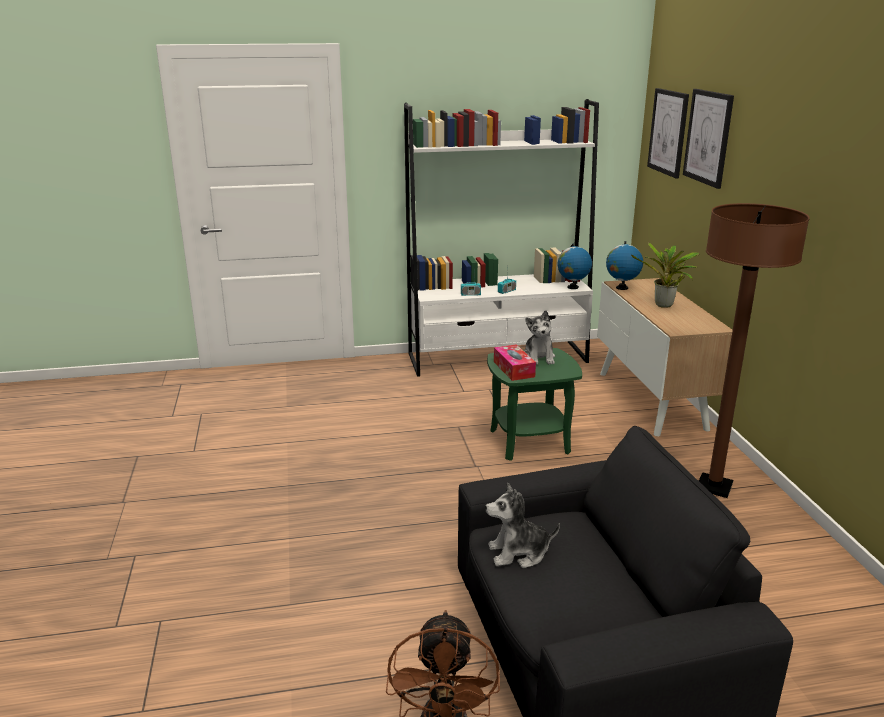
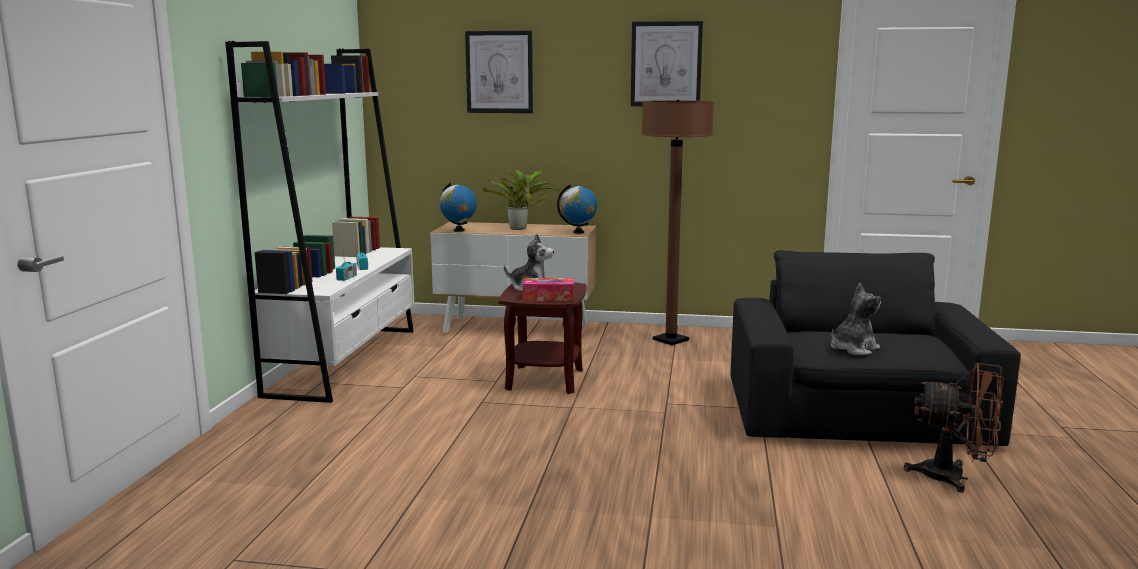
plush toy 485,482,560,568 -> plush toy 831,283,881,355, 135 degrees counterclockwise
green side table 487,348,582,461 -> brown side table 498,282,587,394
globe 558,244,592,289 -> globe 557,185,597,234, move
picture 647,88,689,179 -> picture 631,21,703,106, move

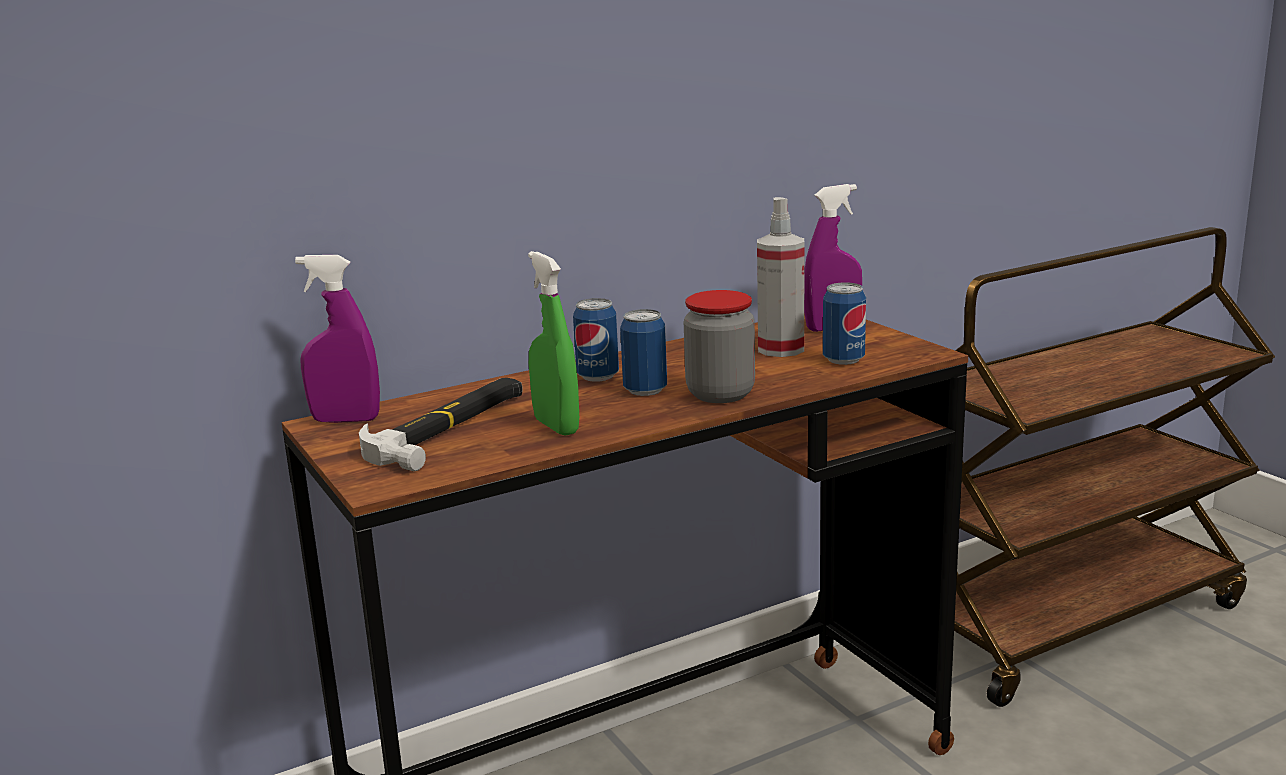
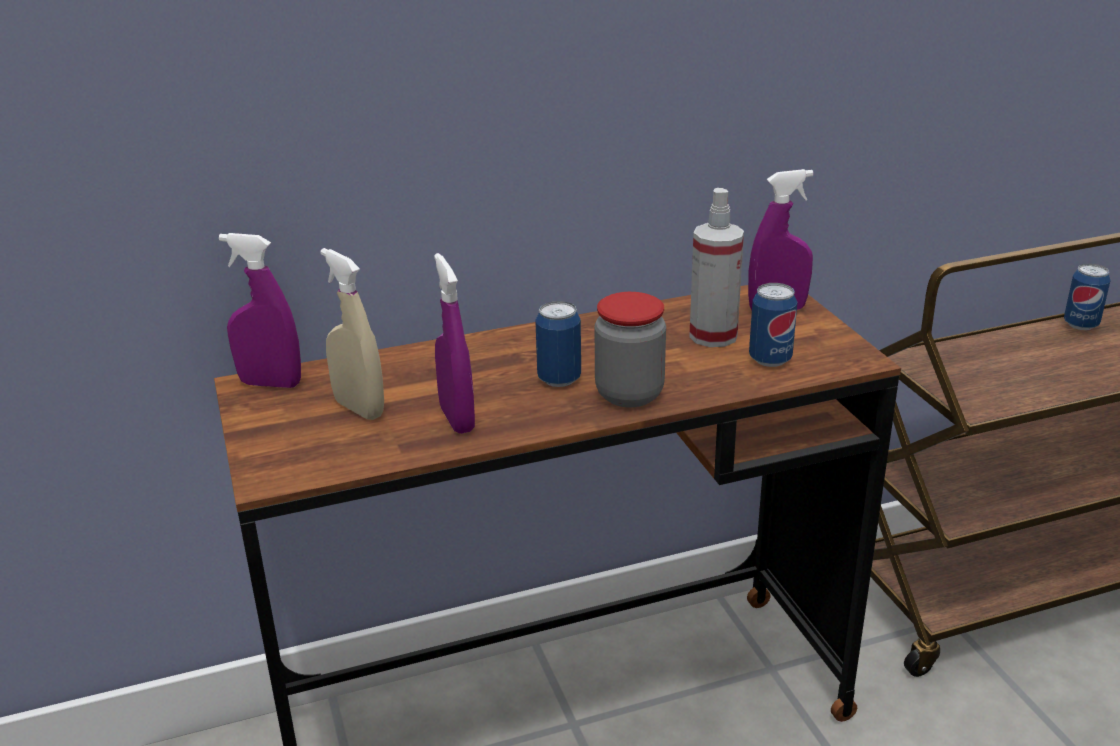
hammer 359,378,523,471 -> beige spray bottle 320,248,384,420
green spray bottle 528,251,579,436 -> purple spray bottle 434,253,475,434
can 573,298,619,382 -> can 1064,264,1111,330, move

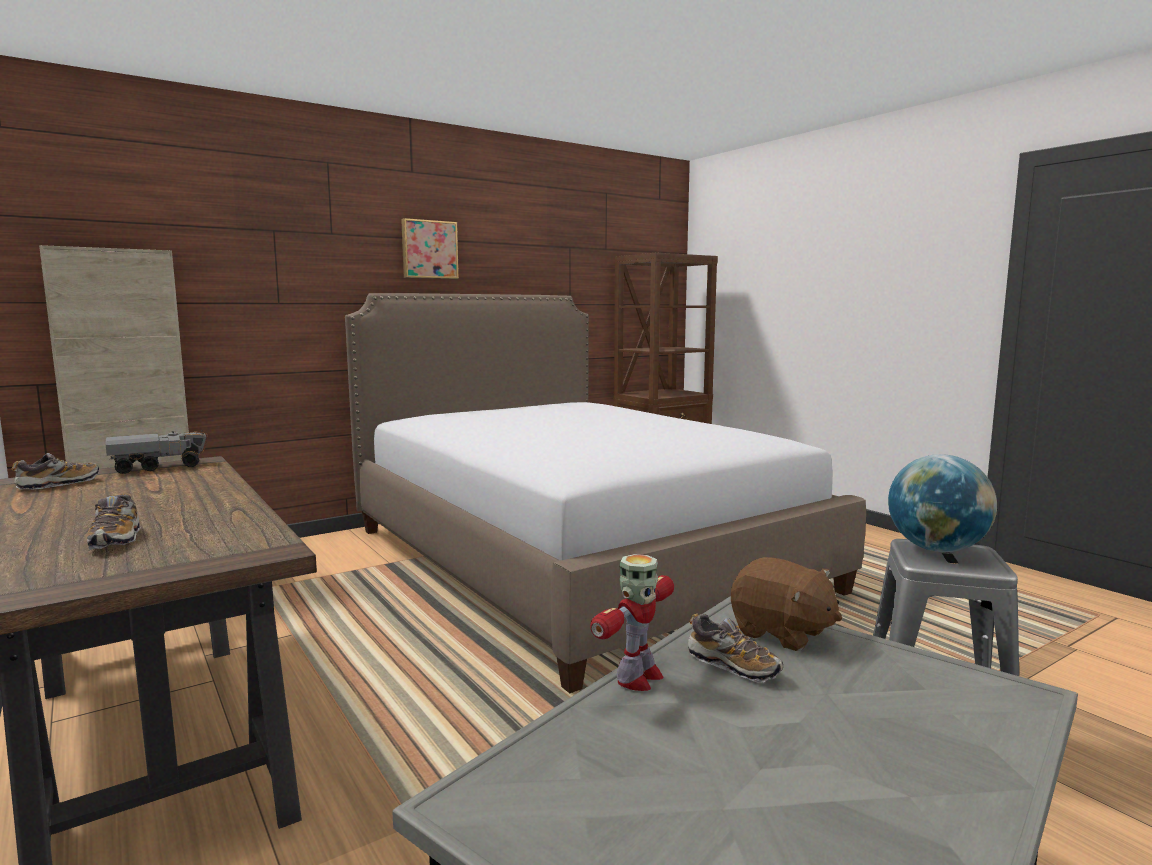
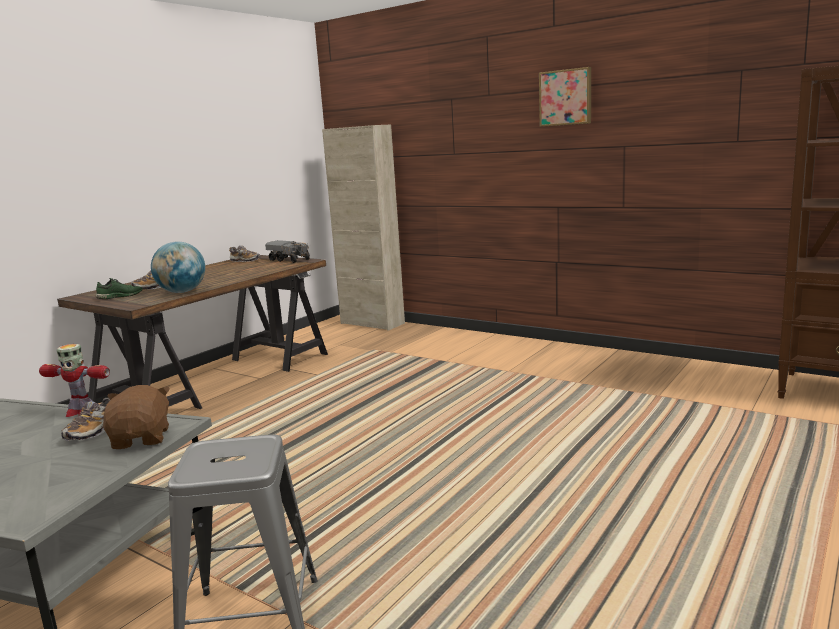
bed 345,293,866,693 -> none
brown plush toy 731,557,842,651 -> brown plush toy 103,385,170,449, 150 degrees clockwise
globe 888,454,997,552 -> globe 151,242,205,293, move
none -> green shoe 96,278,143,299

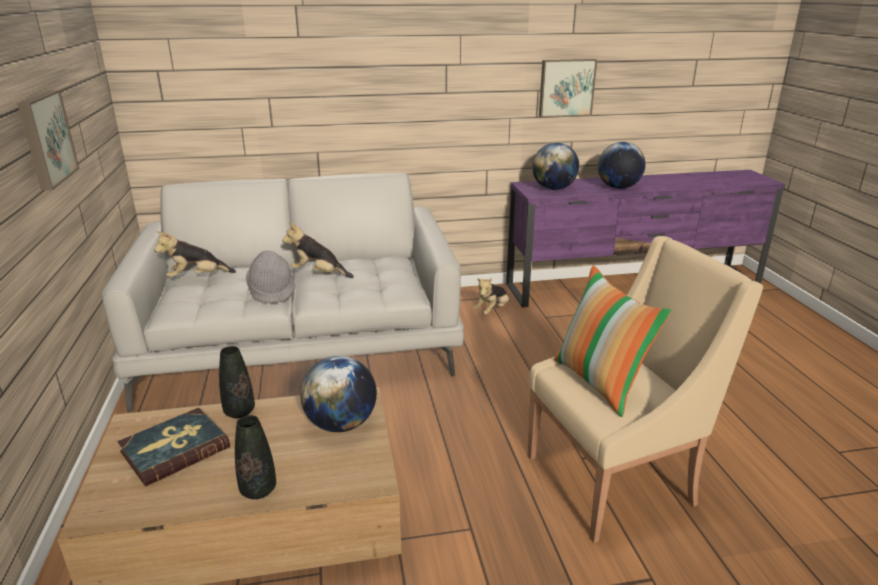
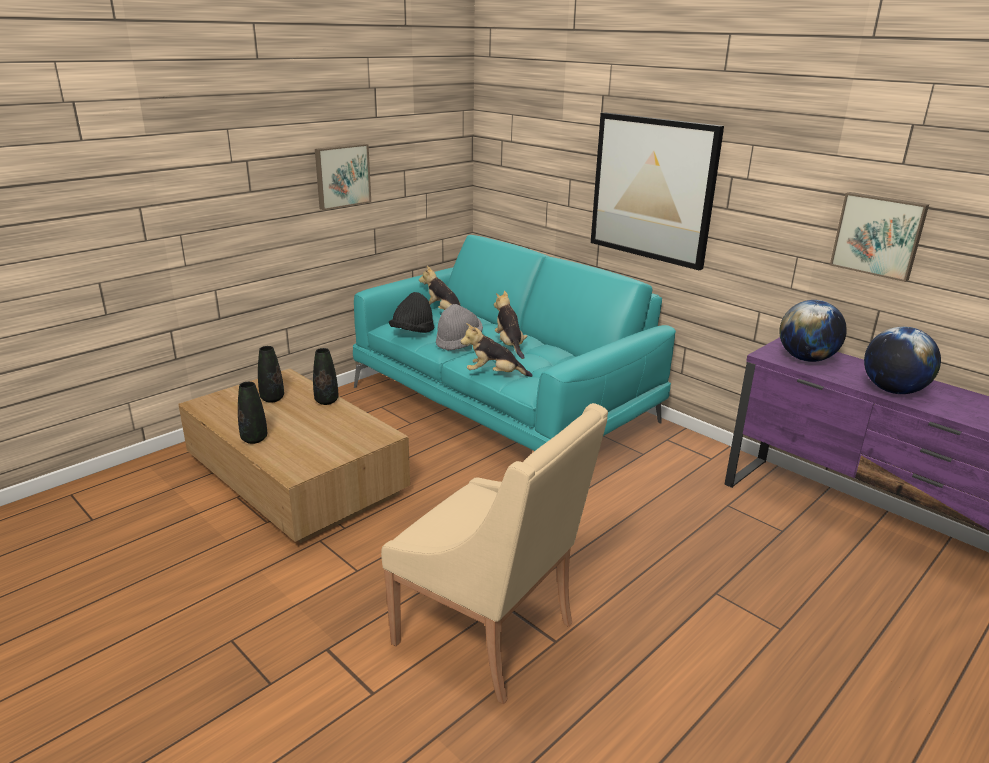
grey sofa 102,173,464,413 -> turquoise sofa 353,235,676,451
book 117,408,230,487 -> black vase 258,346,284,403
globe 300,356,377,432 -> none
plush toy 473,278,510,315 -> plush toy 460,323,532,377, move
pillow 554,265,672,417 -> none
none -> black hat 389,292,434,333
none -> picture 591,113,724,271

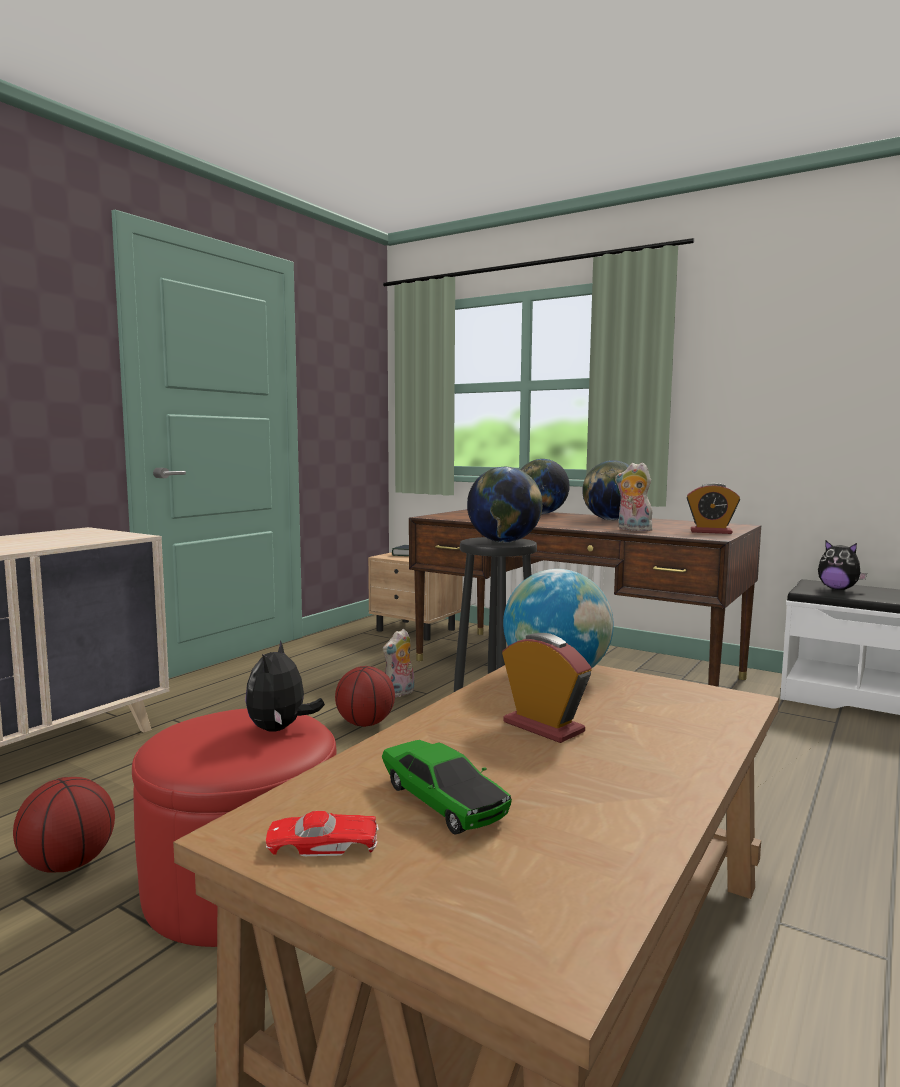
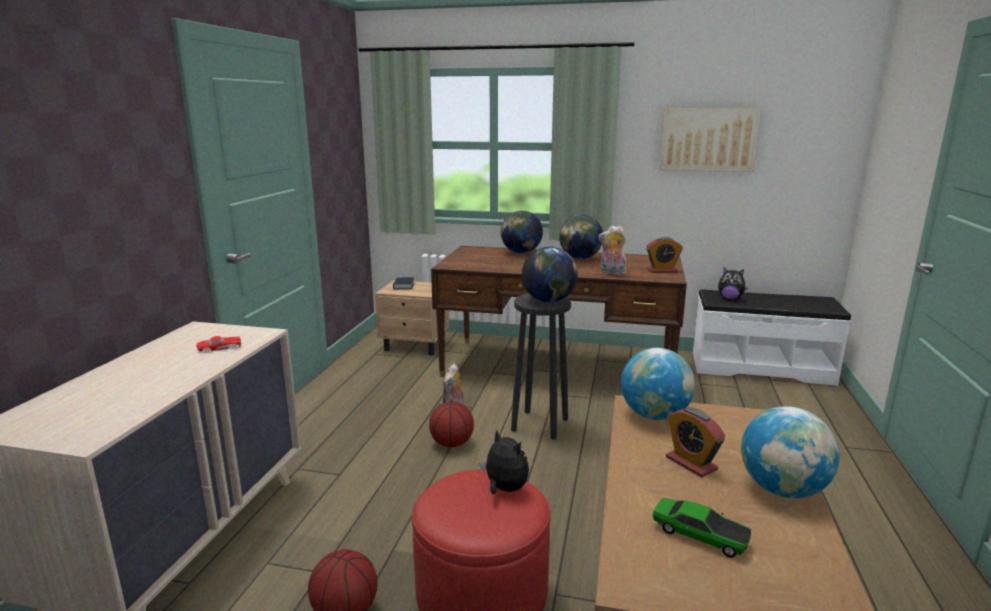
plush toy 245,640,325,732 -> plush toy 479,429,529,494, 150 degrees clockwise
red toy car 266,811,379,856 -> red toy car 196,336,242,352, move
alarm clock 502,633,592,743 -> alarm clock 666,407,725,478, 150 degrees counterclockwise
none -> picture 659,108,761,172
none -> globe 741,406,840,498

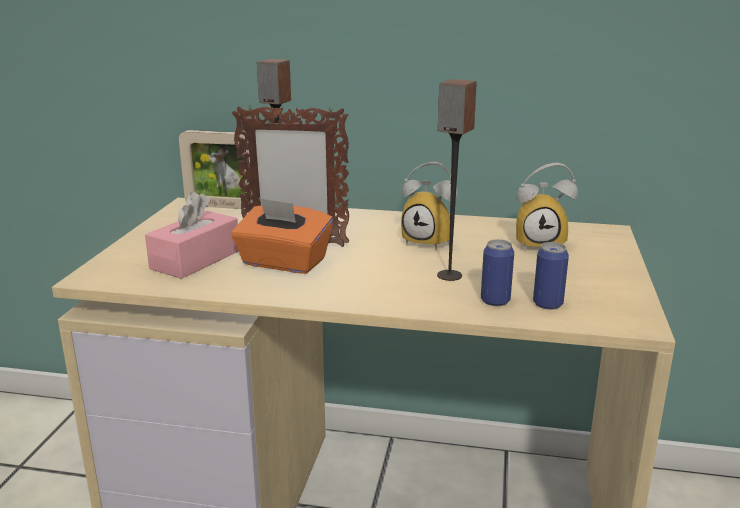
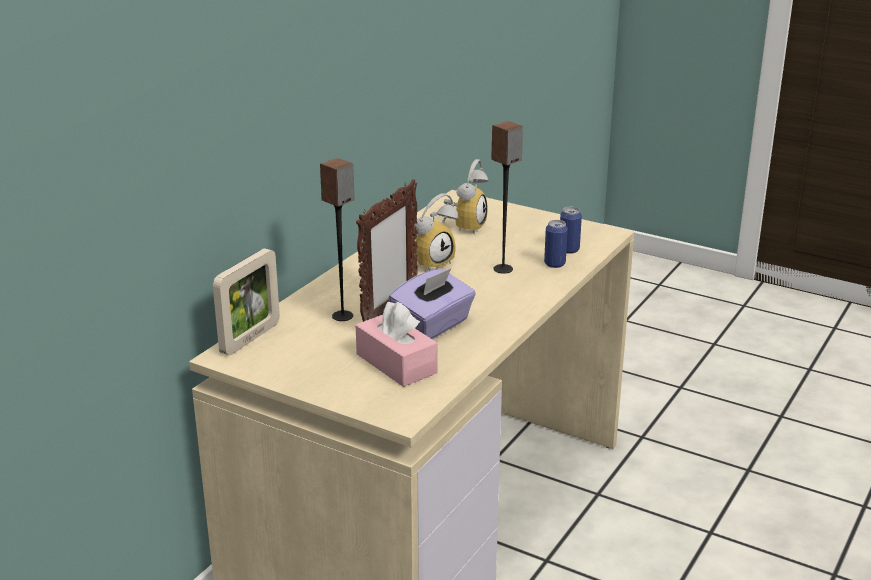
orange tissue box 231,198,333,274 -> purple tissue box 389,268,476,339

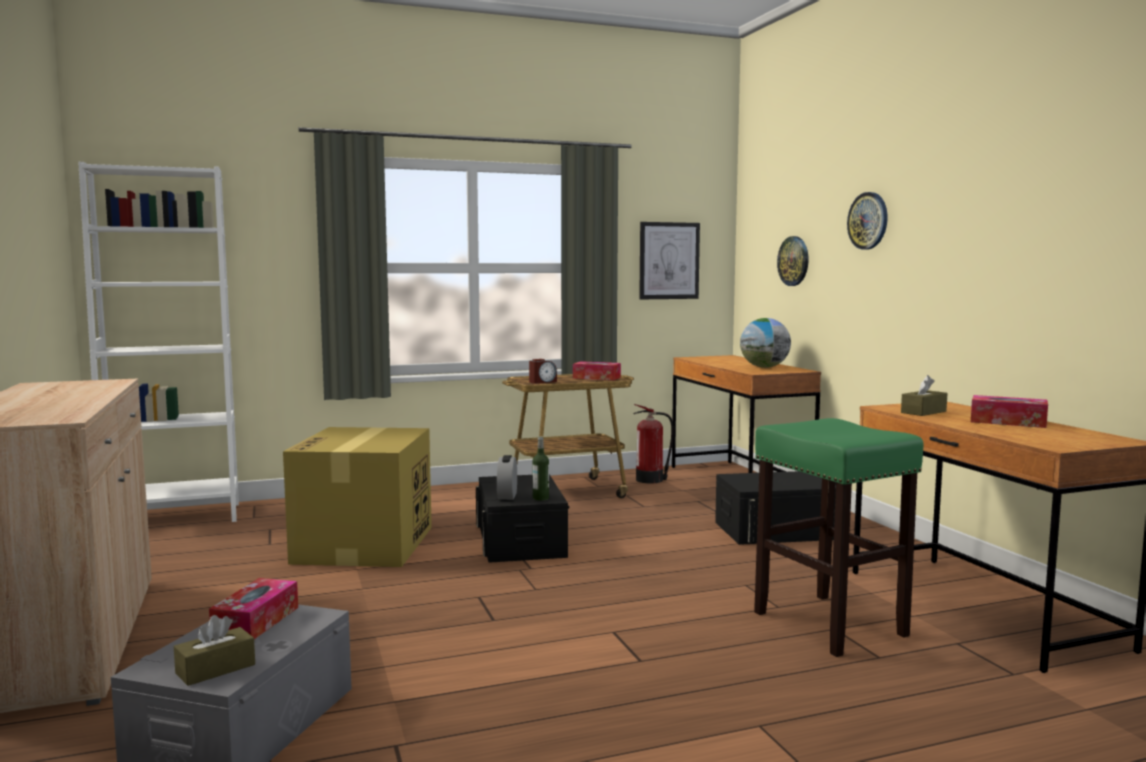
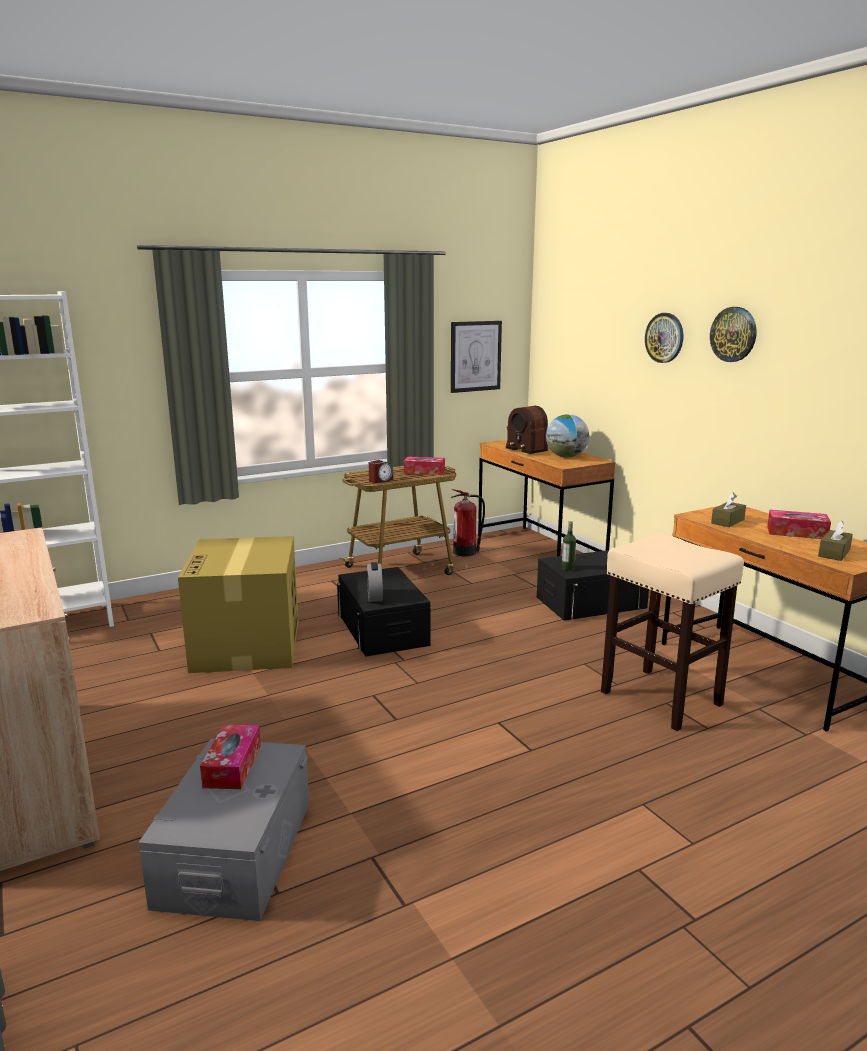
brown tissue box 174,615,255,686 -> brown tissue box 818,521,853,561, move
bottle 533,436,549,501 -> bottle 562,521,576,571, move
green stool 754,418,924,657 -> beige stool 601,533,744,731
wall clock 777,236,809,286 -> wall clock 710,307,757,362, move
none -> radio 505,406,548,454

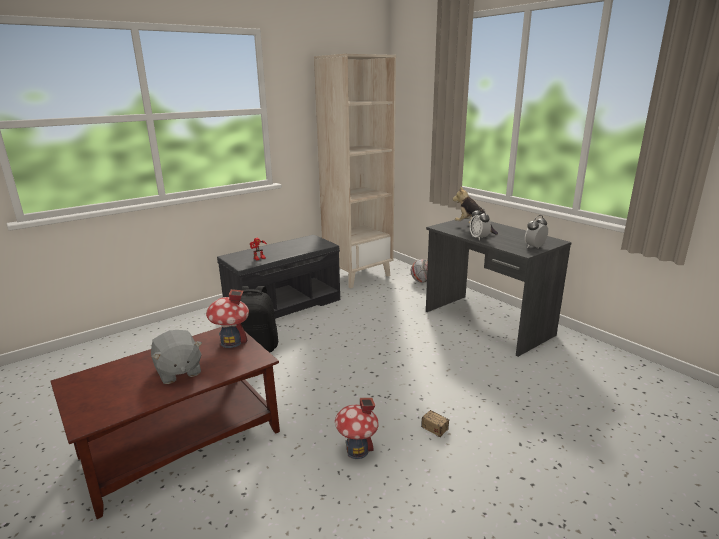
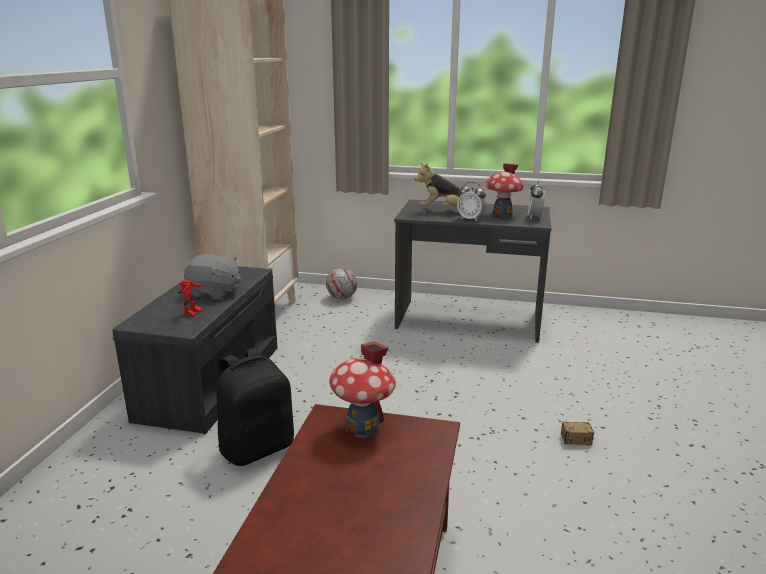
grey plush toy 151,330,202,384 -> grey plush toy 184,254,241,300, move
toy house 335,398,379,459 -> toy house 486,163,524,217, move

